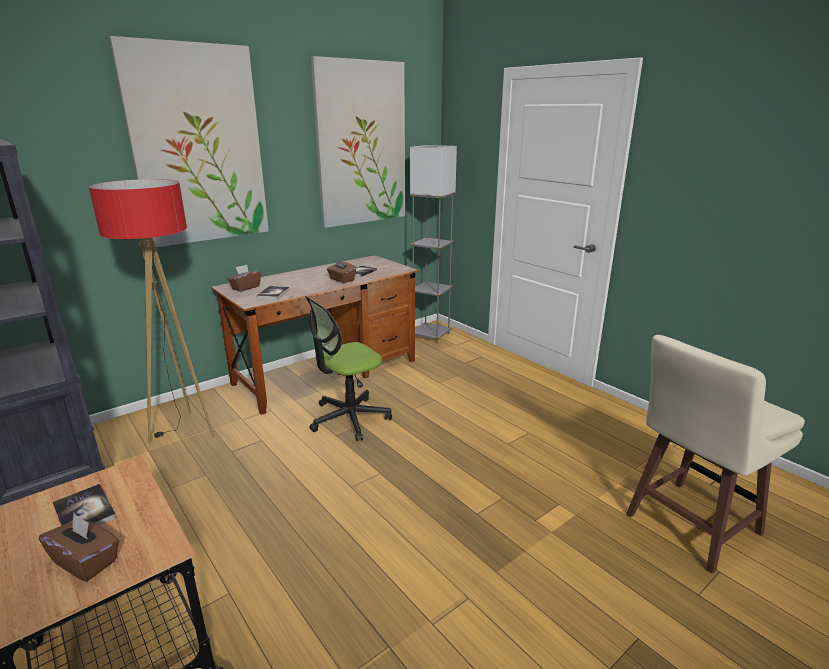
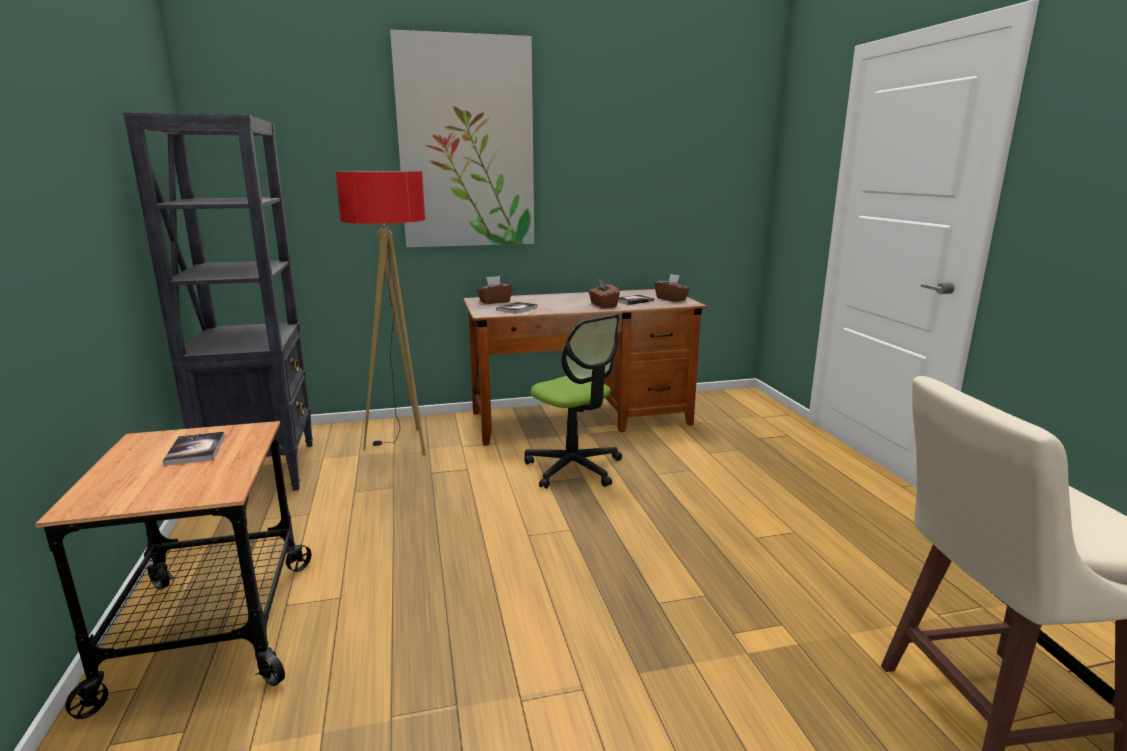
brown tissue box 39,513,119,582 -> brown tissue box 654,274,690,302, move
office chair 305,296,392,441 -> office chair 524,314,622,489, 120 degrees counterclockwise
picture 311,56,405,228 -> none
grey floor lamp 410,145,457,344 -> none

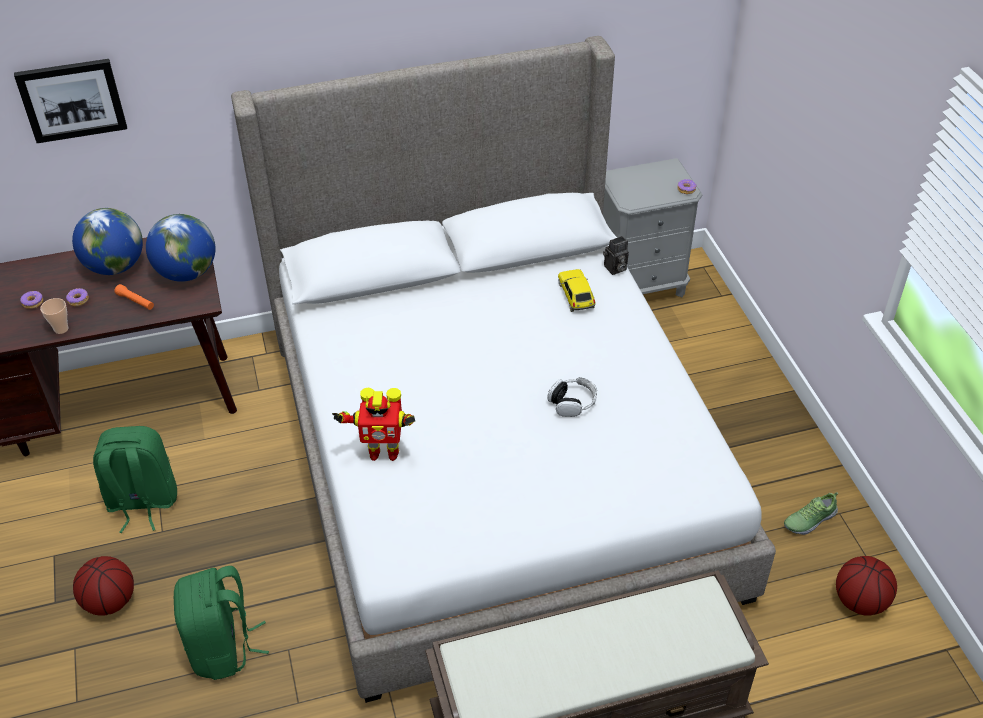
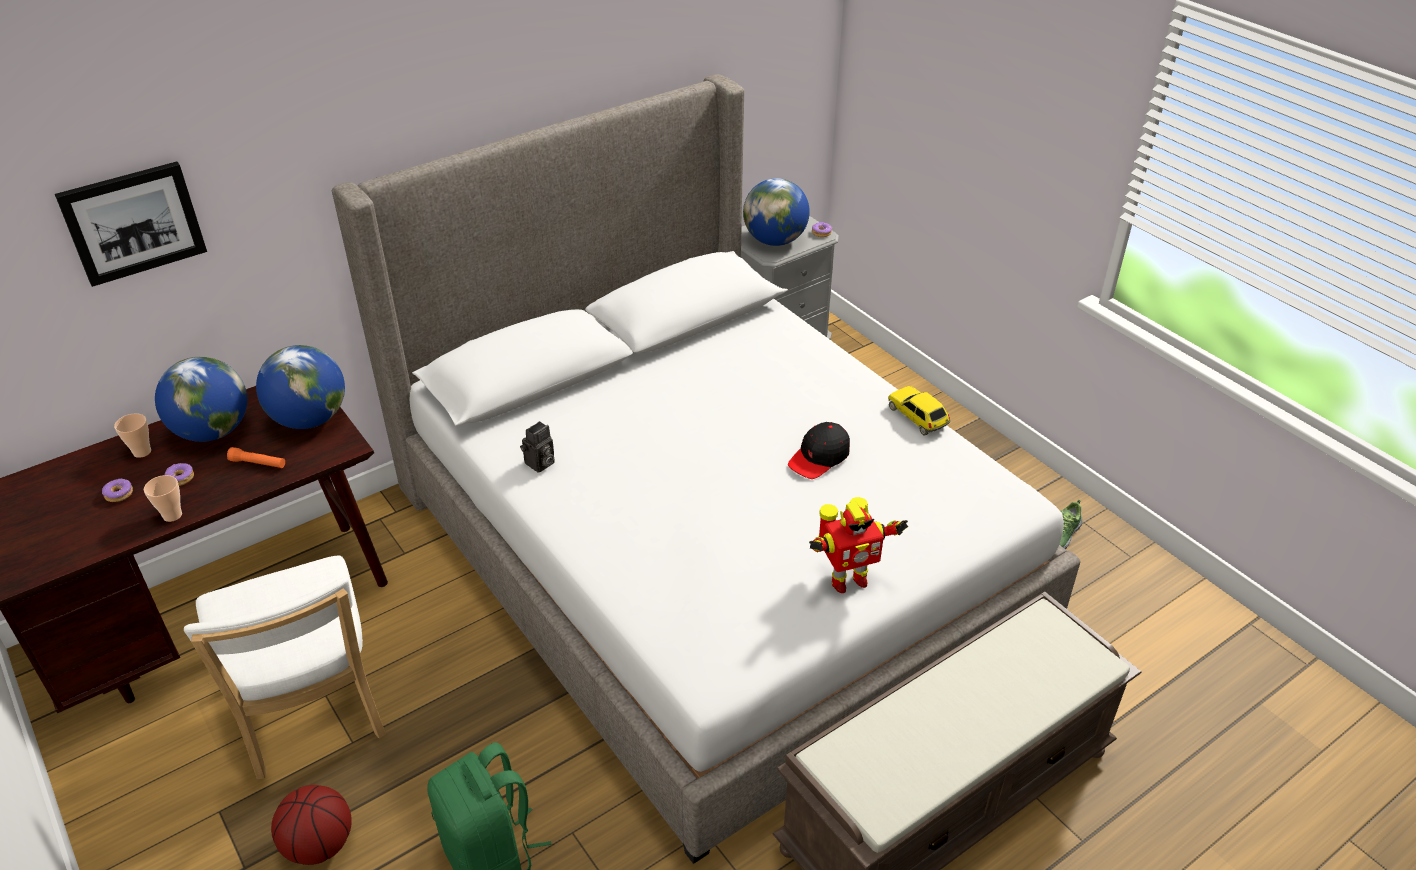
green backpack 93,426,177,533 -> white chair 184,556,386,779
toy robot 332,388,415,461 -> toy robot 809,497,908,593, move
headphones 547,377,597,417 -> black cap 788,422,850,479
toy car 558,269,596,312 -> toy car 888,386,951,435, move
photo camera 603,236,629,275 -> photo camera 520,421,555,473, move
basketball 836,556,897,616 -> none
none -> cup 114,413,151,458
none -> globe 743,178,810,246

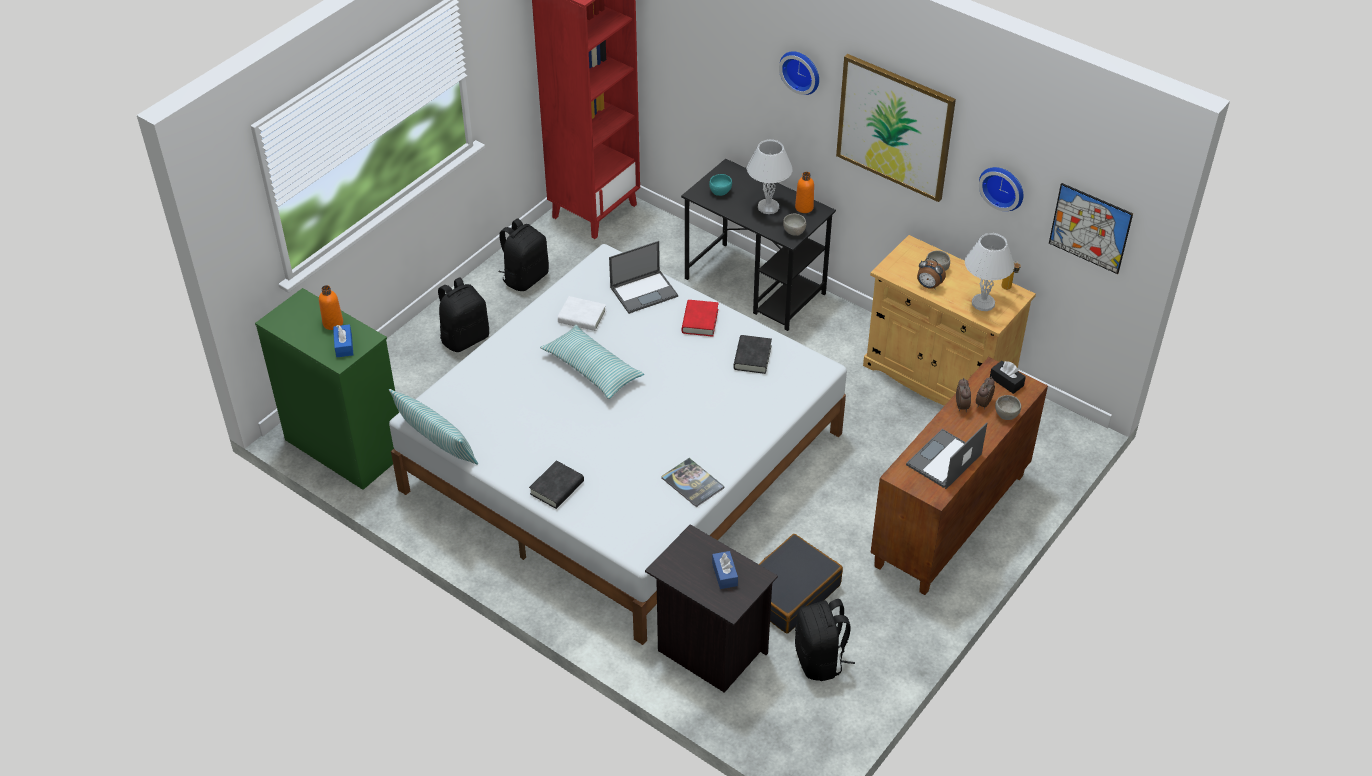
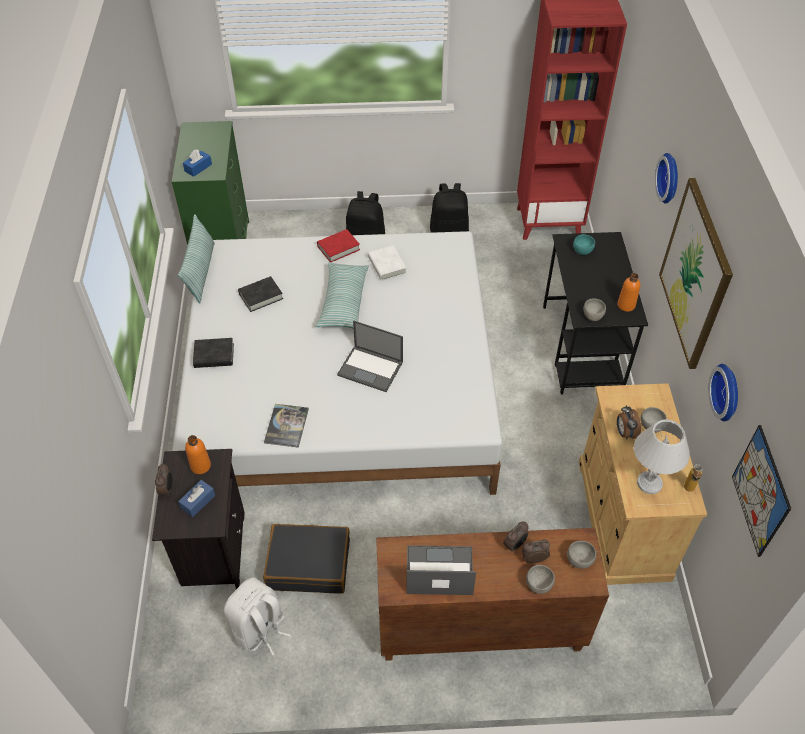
orange bottle 319,285,343,330 -> orange bottle 185,435,211,474, move
laptop 609,241,678,314 -> laptop 337,320,403,392, move
red book 682,300,718,337 -> red book 317,229,360,262, move
black book 733,335,772,374 -> black book 238,276,283,312, move
white table lamp 747,139,793,214 -> none
black backpack 795,599,855,681 -> white backpack 224,578,291,655
black tissue box 990,361,1026,394 -> grey bowl 567,541,596,569
none -> alarm clock 155,463,172,496

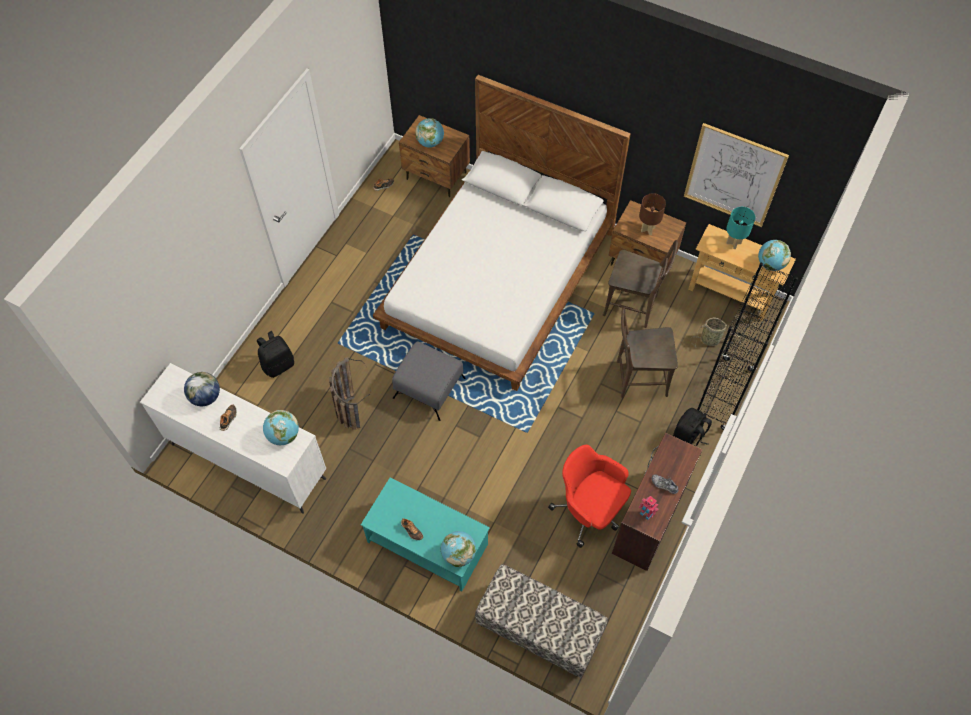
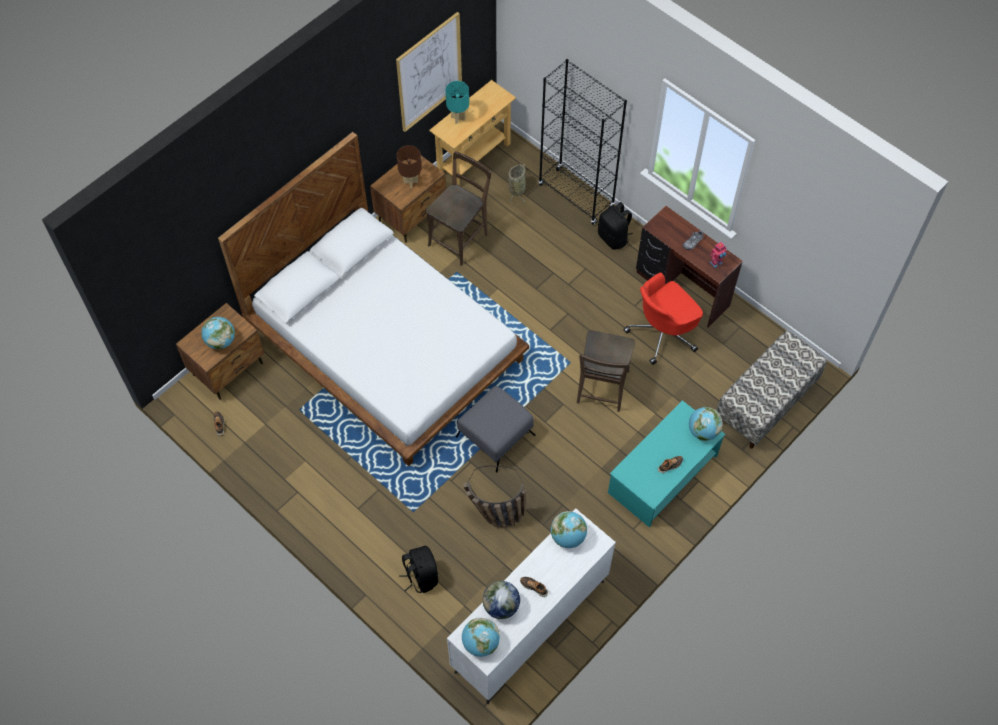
brown chair 617,307,678,398 -> brown chair 577,330,635,412, move
globe 758,240,791,271 -> globe 462,618,500,657, move

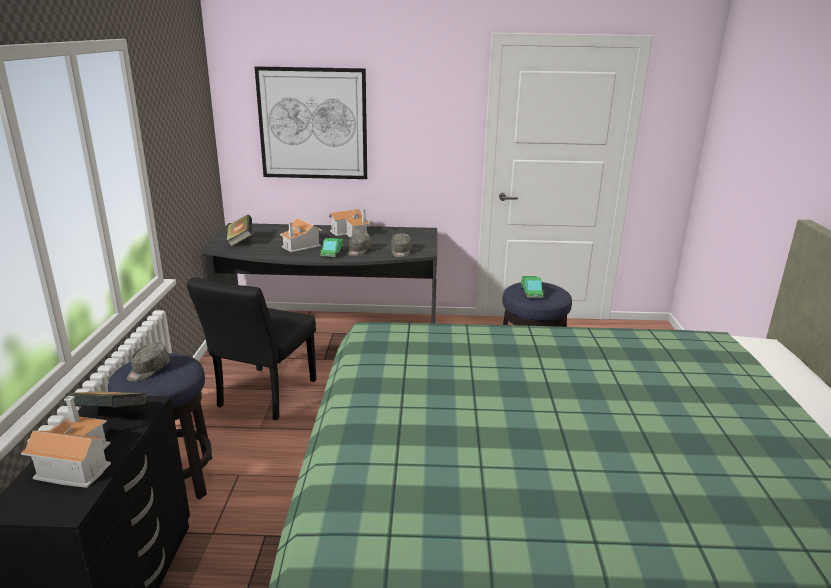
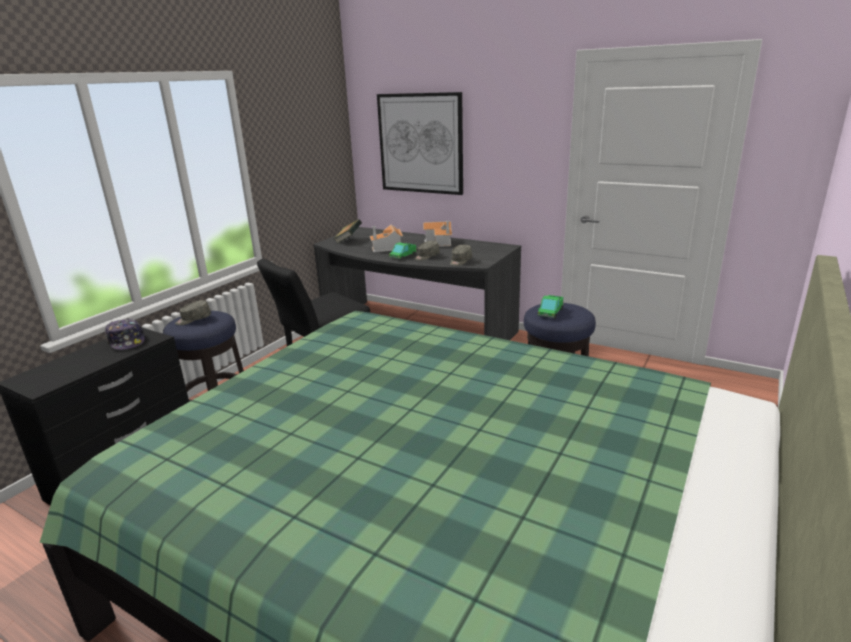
toy house 21,396,111,488 -> none
book 64,391,147,407 -> cap 105,318,145,350

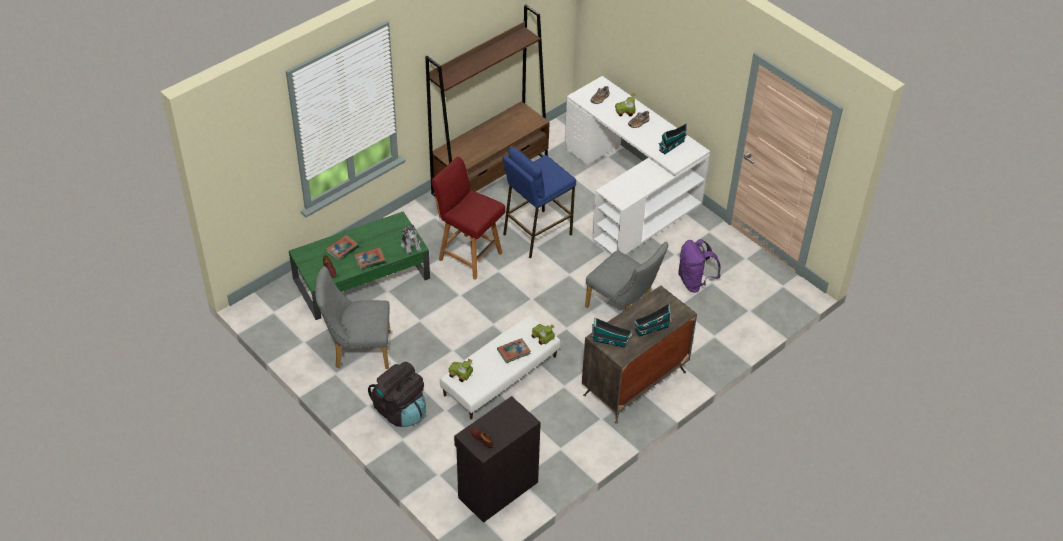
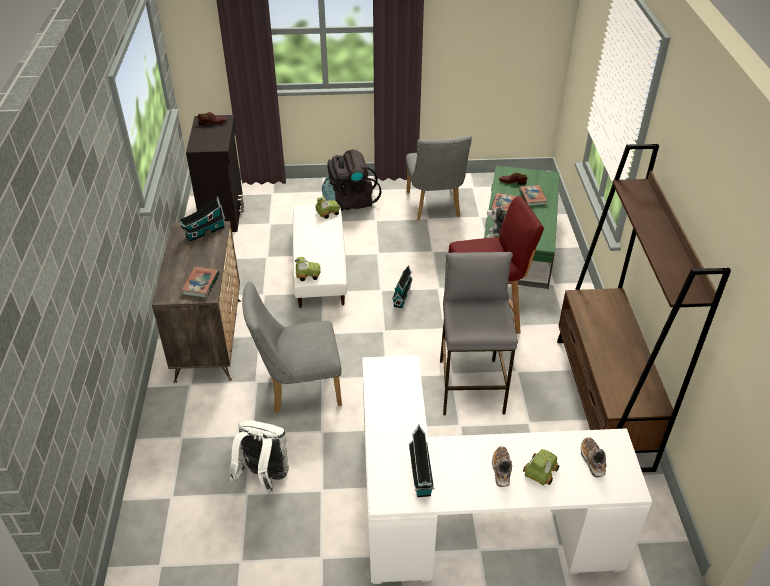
grey chair 315,266,391,369 -> grey chair 406,135,472,221, 135 degrees clockwise
book 497,338,531,363 -> book 181,267,219,298, move
blue stool 503,147,576,258 -> grey stool 440,252,518,415
toy house 634,304,671,337 -> toy house 392,265,413,308, move
purple backpack 678,239,721,292 -> white backpack 230,420,289,493

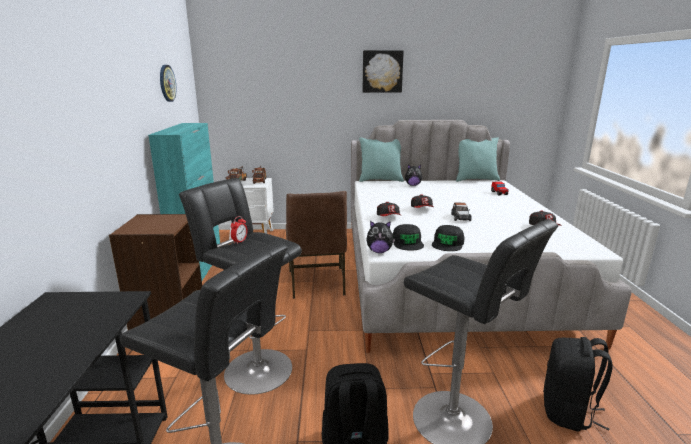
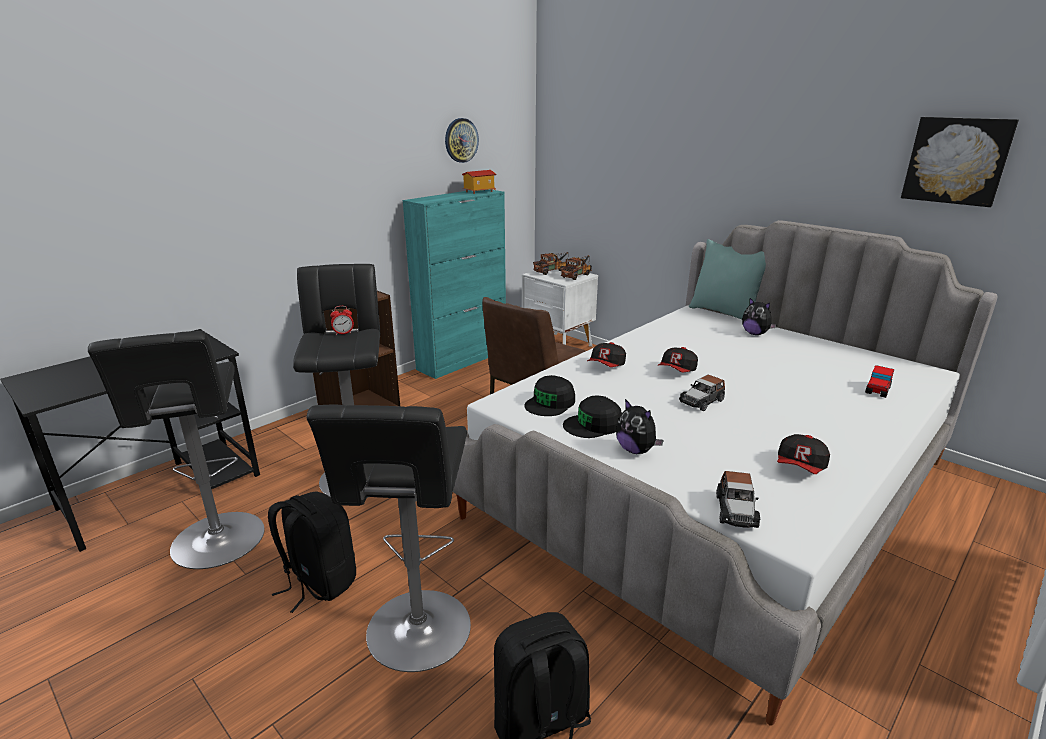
picture 363,50,404,93 -> picture 901,117,1019,207, move
plush toy 366,221,395,253 -> plush toy 616,399,664,454, move
turquoise pillow 456,137,500,182 -> none
none -> toy house 462,170,496,194
none -> toy car 716,471,760,528

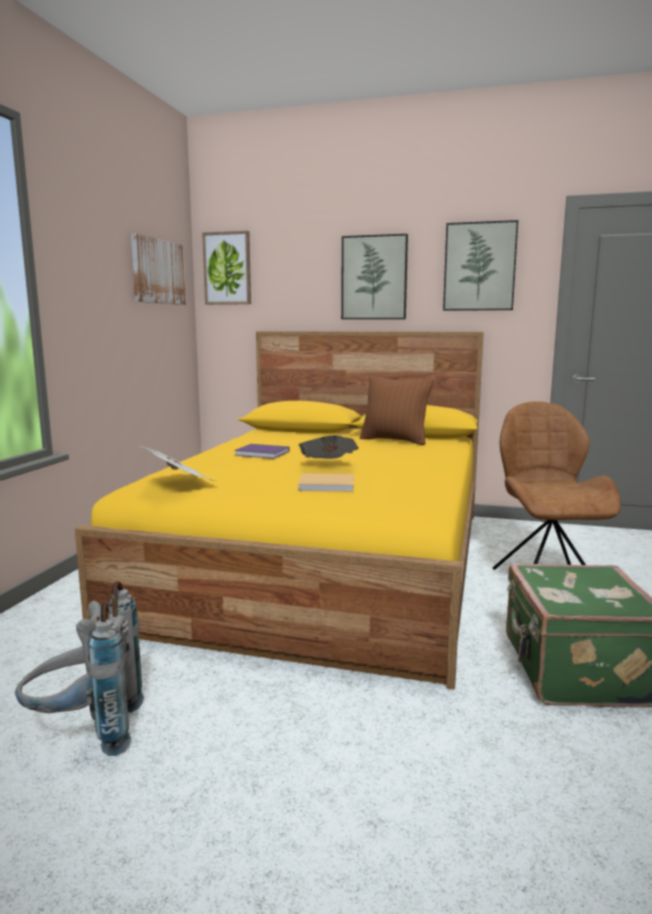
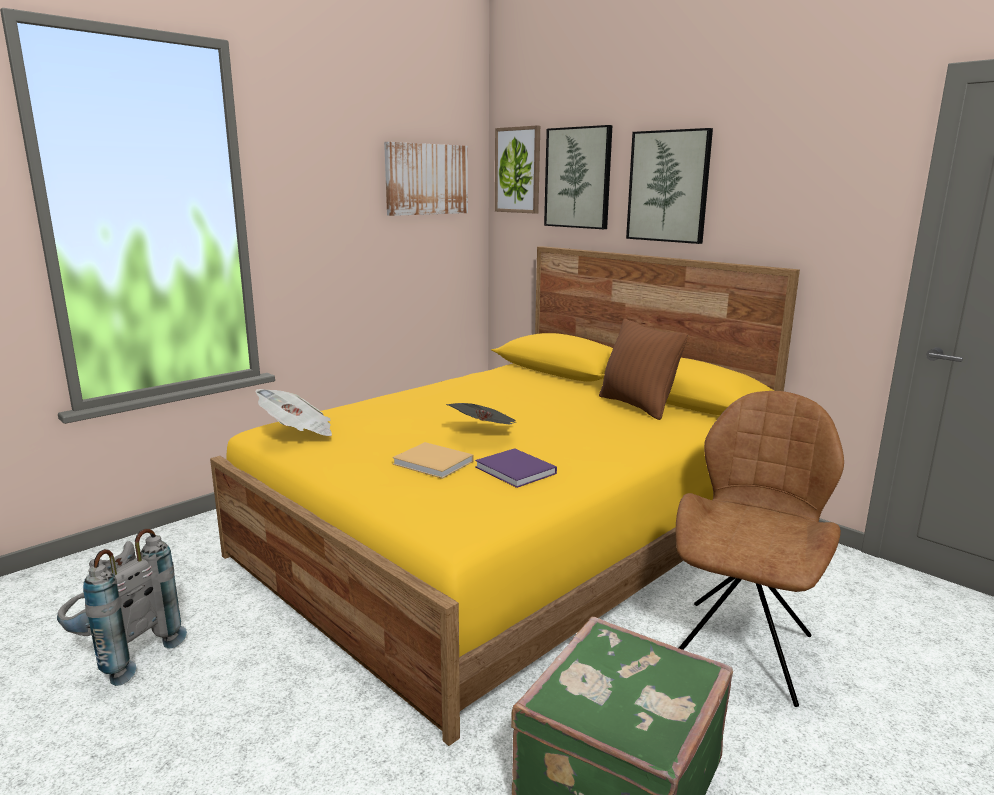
purple book 234,444,290,459 -> purple book 475,448,557,488, move
picture 443,220,518,311 -> picture 544,125,612,229, move

